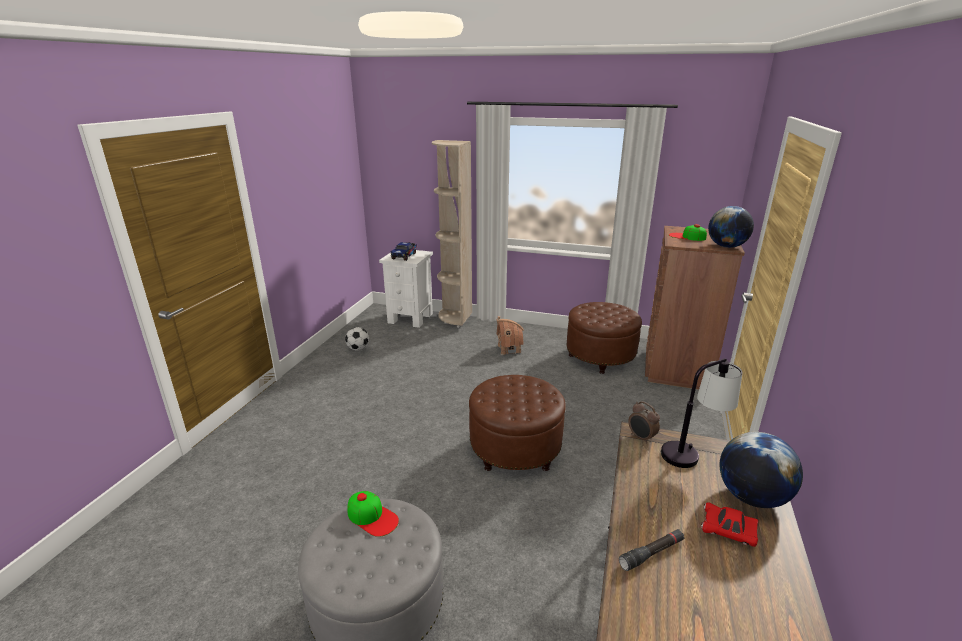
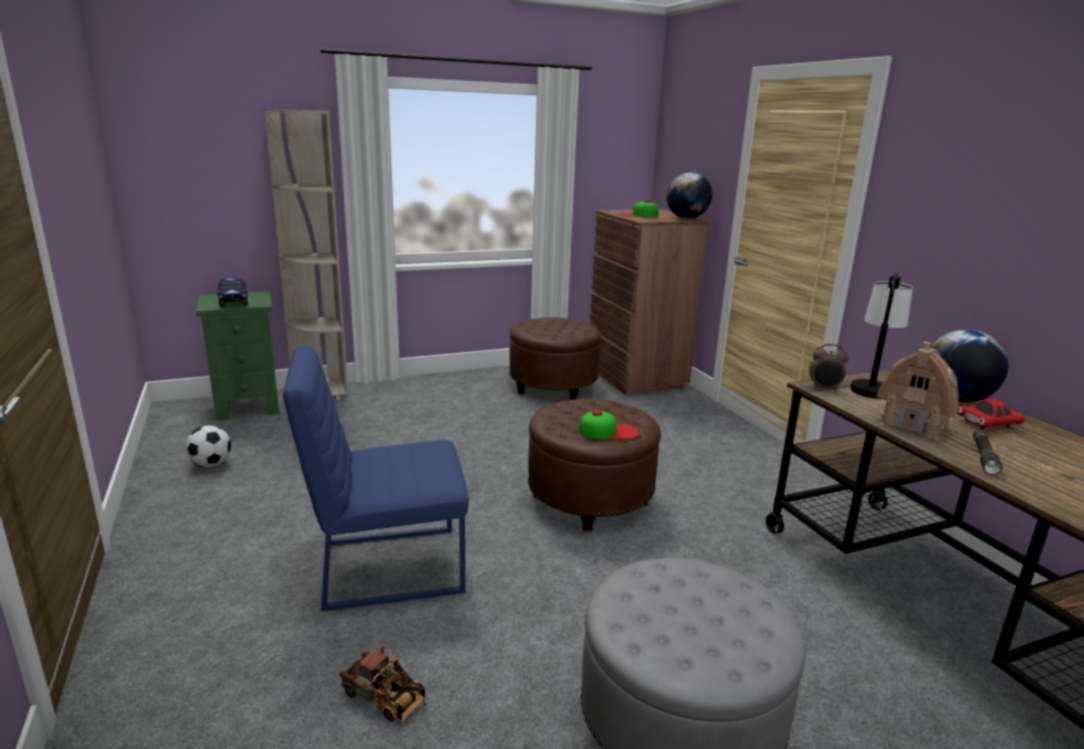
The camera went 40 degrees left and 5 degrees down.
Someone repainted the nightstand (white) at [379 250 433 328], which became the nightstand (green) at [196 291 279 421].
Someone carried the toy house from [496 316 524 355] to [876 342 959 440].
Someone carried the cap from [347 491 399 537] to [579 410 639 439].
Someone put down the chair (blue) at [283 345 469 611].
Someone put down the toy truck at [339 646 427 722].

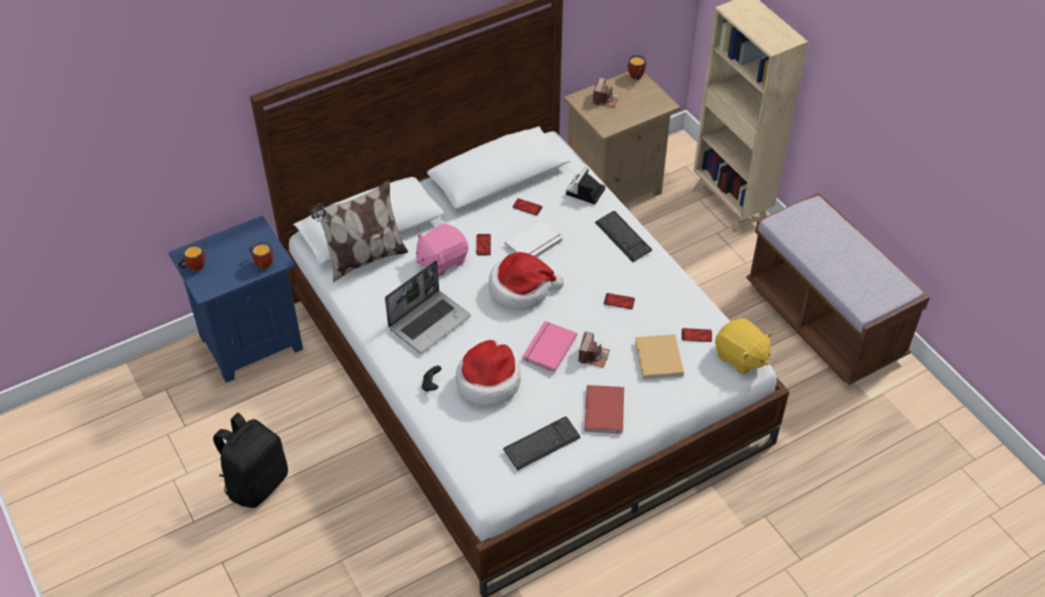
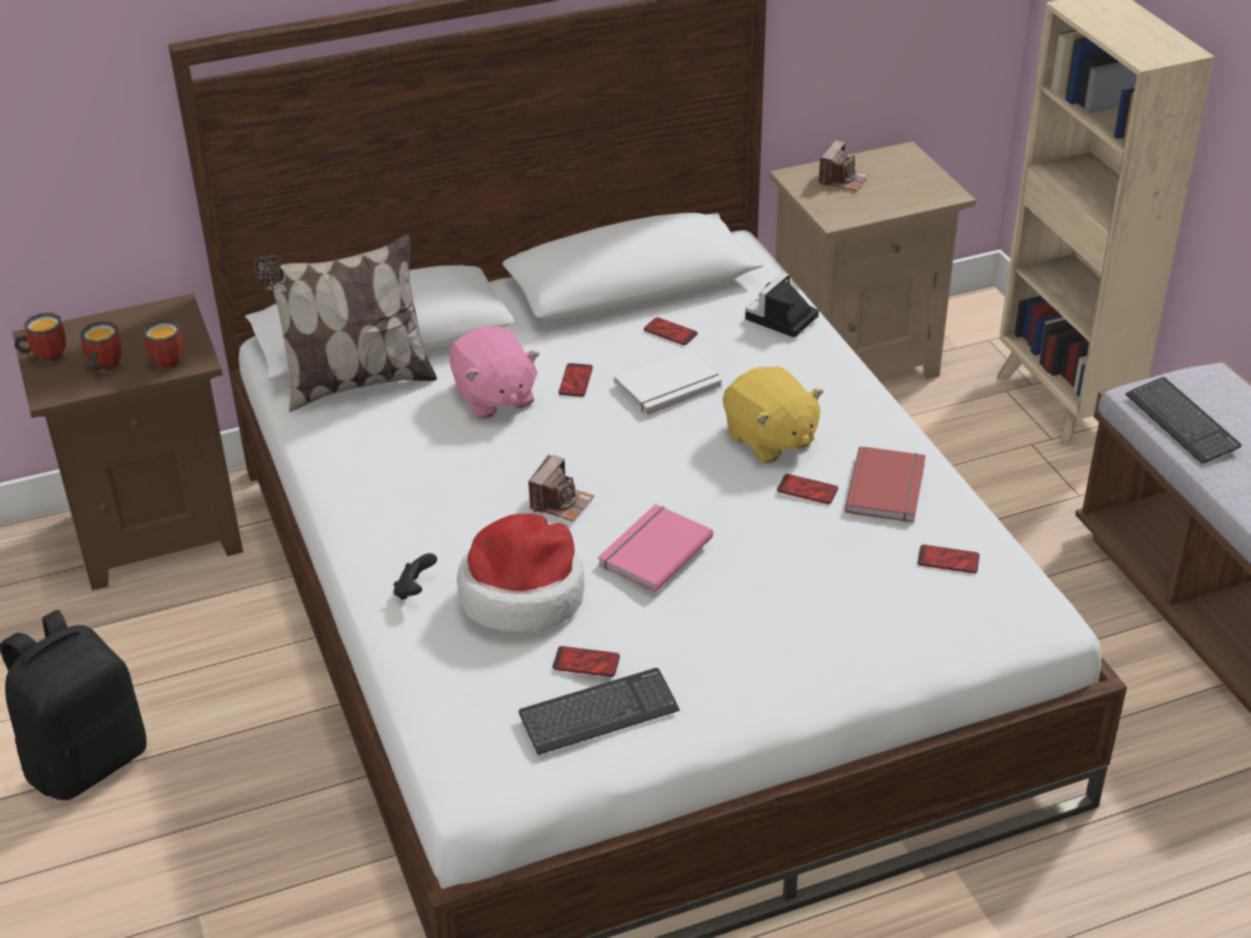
The camera went 10 degrees right and 10 degrees down.
Someone carried the mug from [628 55 646 80] to [80 321 122 373].
Someone carried the keyboard from [595 211 652 262] to [1126 377 1242 464].
Someone repainted the nightstand (blue) at [168 215 303 383], which became the nightstand (brown) at [12 293 243 590].
Someone rotated the plush toy (pink) at [416 224 468 276] by 90 degrees counterclockwise.
Someone took away the hat at [489 252 564 311].
Someone took away the laptop at [385 260 471 353].
Someone carried the plush toy (yellow) from [715 318 773 375] to [723 366 824 463].
Someone carried the photo camera from [579 332 610 368] to [528 454 594 522].
Someone took away the book (beige) at [635 334 684 379].
Someone carried the book (red) from [584 385 624 434] to [845 446 926 522].
Someone put down the phone at [553 646 620 677].

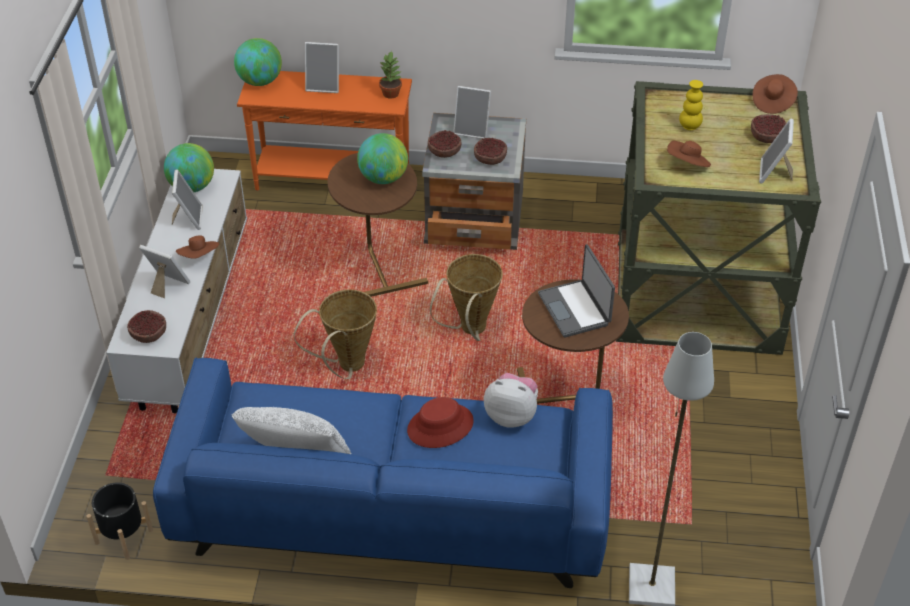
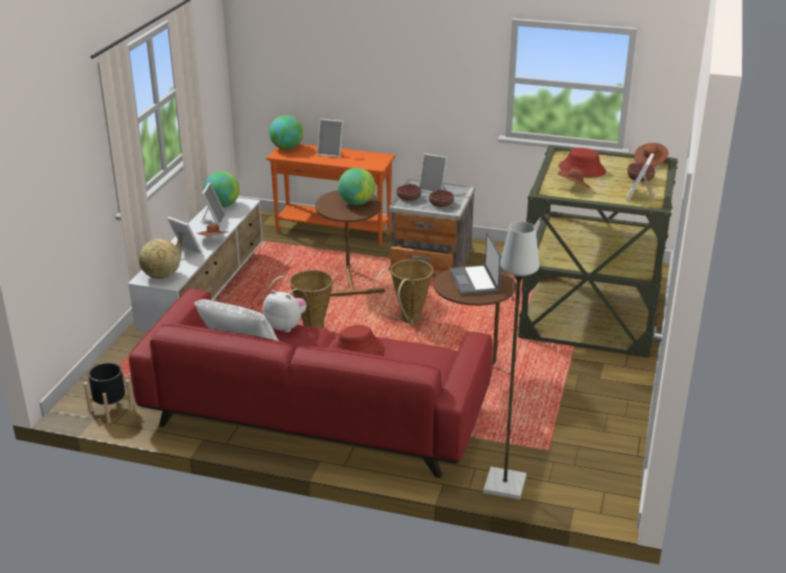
The camera went 10 degrees right and 15 degrees down.
Someone took away the potted plant at [379 51 402 99].
Someone swapped the vase (yellow) at [679 80 703 130] for the hat (red) at [558 148 606 177].
Someone swapped the bowl at [127 310 166 343] for the globe at [139 239 180 279].
Someone repainted the sofa (blue) at [153 358 613 588], which became the sofa (red) at [129 289 493 478].
Someone carried the plush toy from [484 373 538 428] to [263 290 307 332].

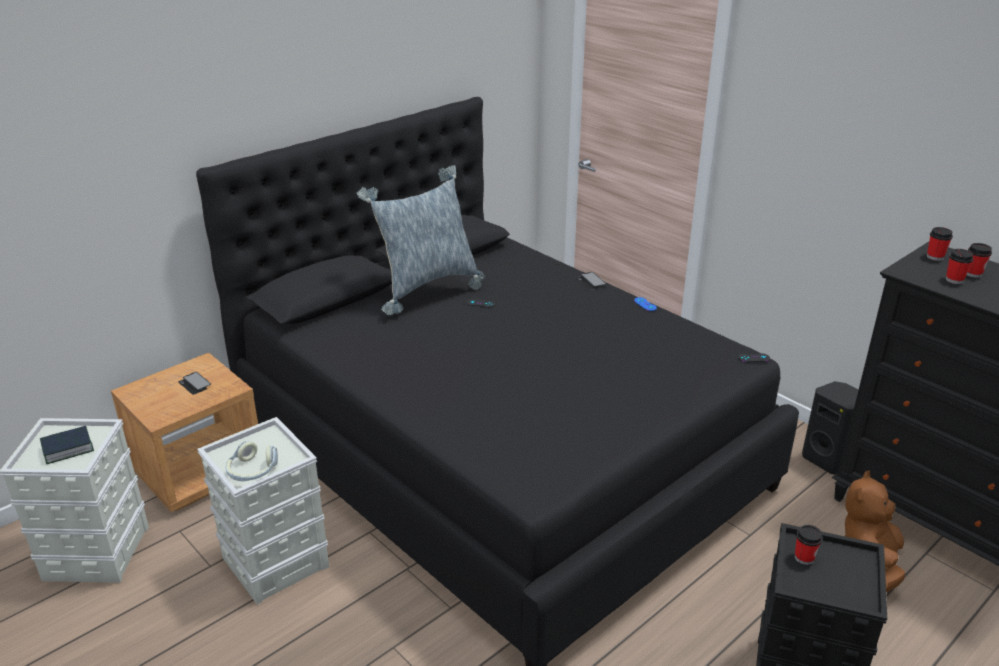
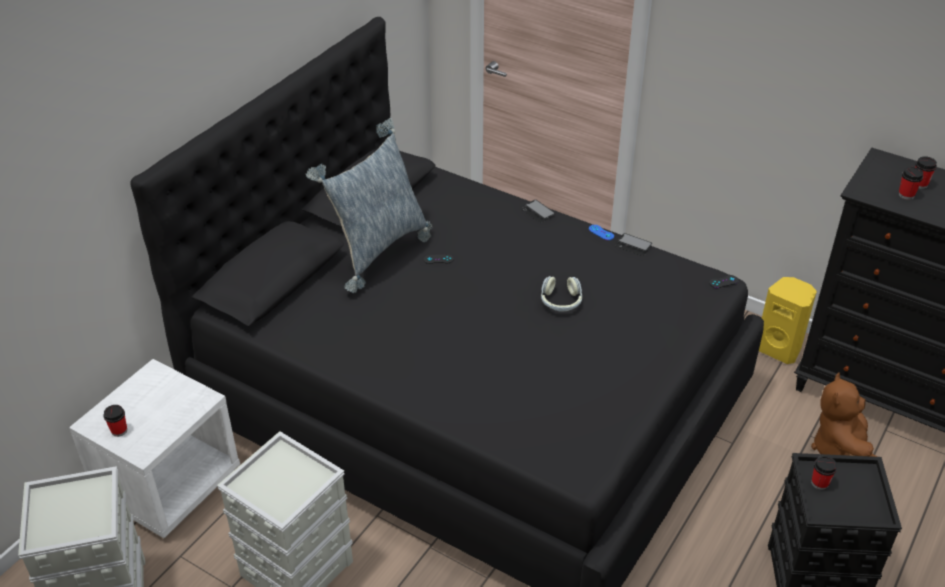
The camera went 15 degrees left and 10 degrees up.
Someone carried the cup from [927 227 953 261] to [104 405 127 437].
Someone repainted the nightstand (brown) at [111 353 258 512], which became the nightstand (white) at [69 359 240 538].
Someone carried the phone from [178 372 211 395] to [616 233 652 256].
Someone repainted the speaker (black) at [802 381 859 474], which became the speaker (yellow) at [759 277 817 364].
Someone took away the book at [40 426 94 464].
Someone carried the headphones from [225 441 278 481] to [541 276 582 312].

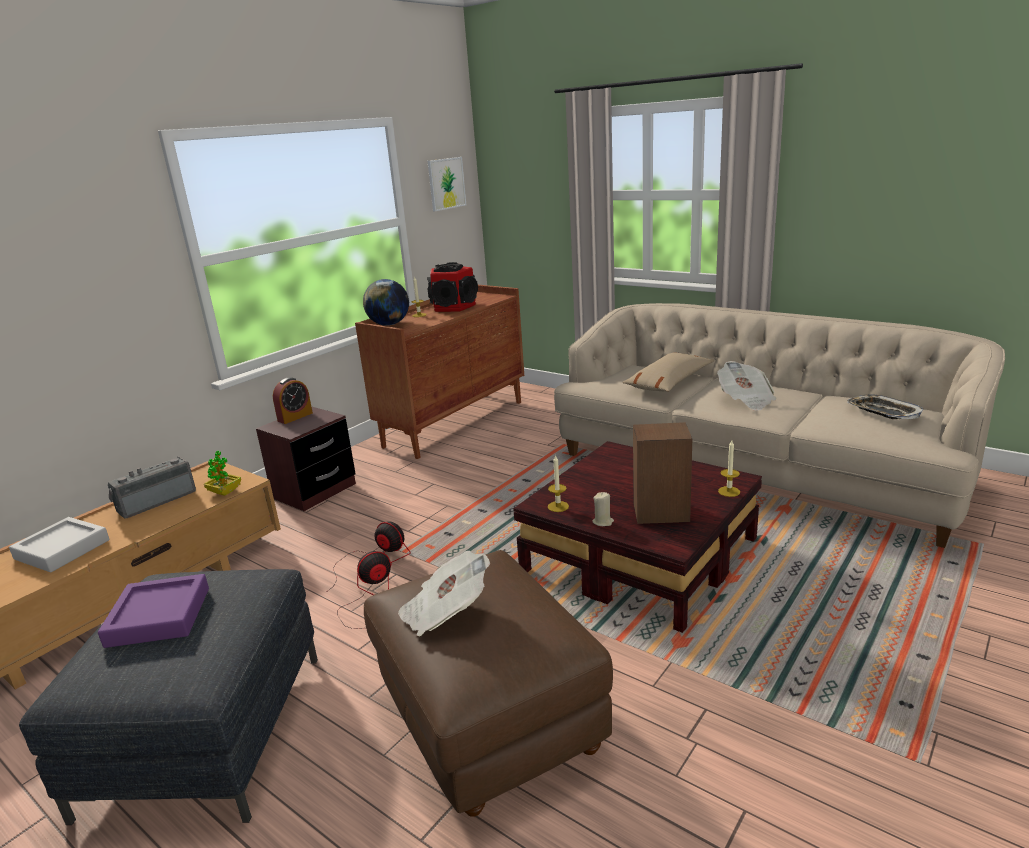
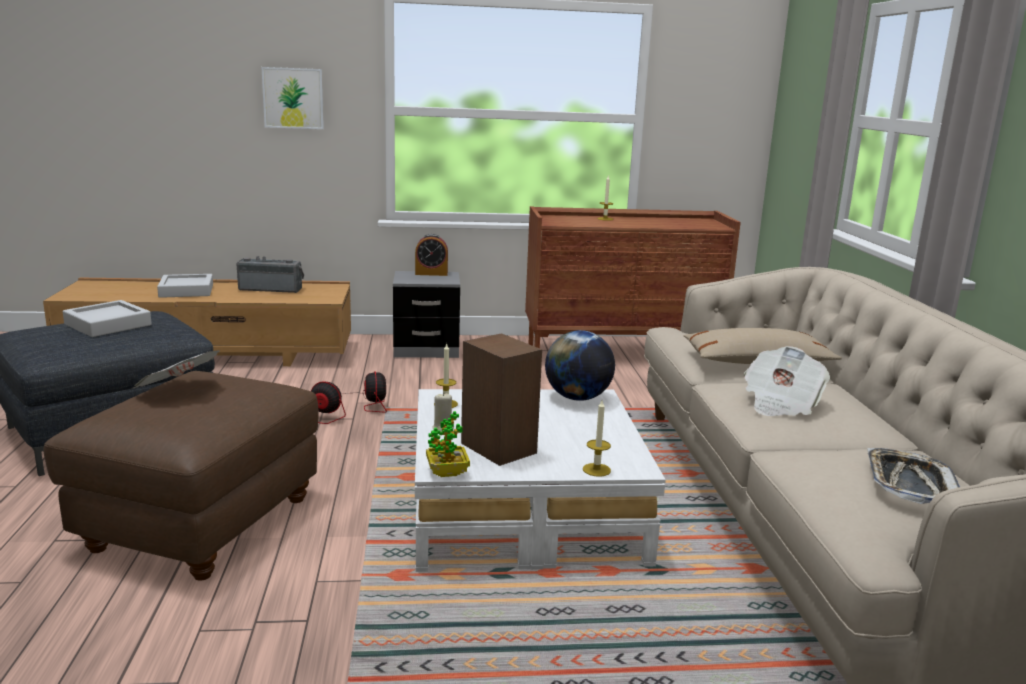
The camera went 45 degrees right and 5 degrees down.
Someone carried the picture from [428 157 466 211] to [261 67 324 129].
Someone took away the speaker at [427 262 478 312].
Someone carried the globe from [363 279 409 326] to [545 330 615 401].
Someone repainted the nightstand (brown) at [256 406 356 511], which became the nightstand (grey) at [393 271 460 358].
Someone repainted the coffee table (brown) at [513 441 762 633], which became the coffee table (white) at [415 389 666 572].
Someone carried the potted plant from [204 451 241 496] to [426 411 470 477].
Someone repainted the tray (purple) at [98 574 209 648], which became the tray (grey) at [63 300 152 337].

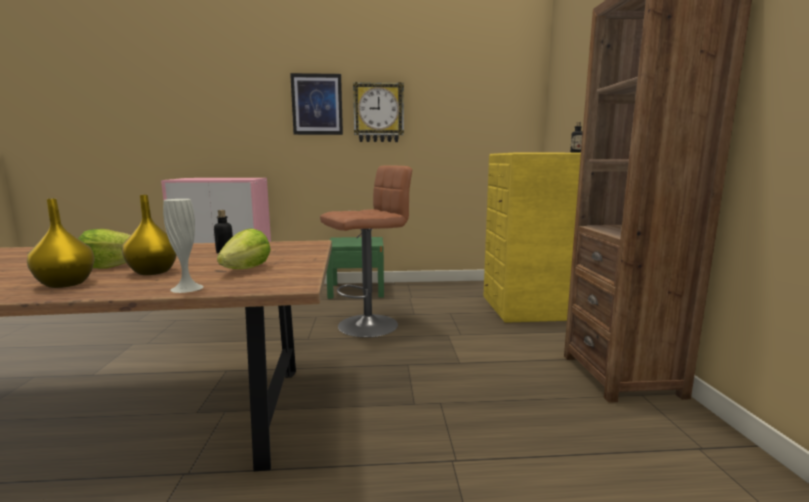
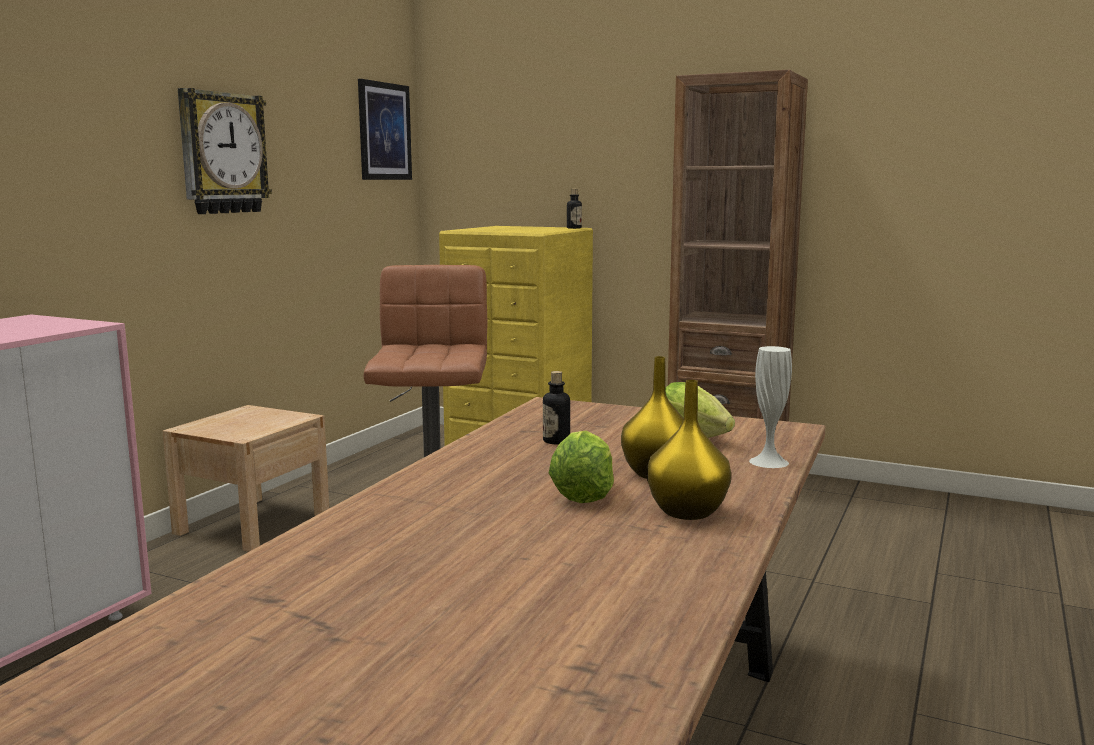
The camera went 60 degrees left and 0 degrees up.
Someone carried the picture from [290 73 343 135] to [358 79 412 180].
Someone repainted the nightstand (green) at [326 237 384 299], which became the nightstand (beige) at [162 405 329 552].

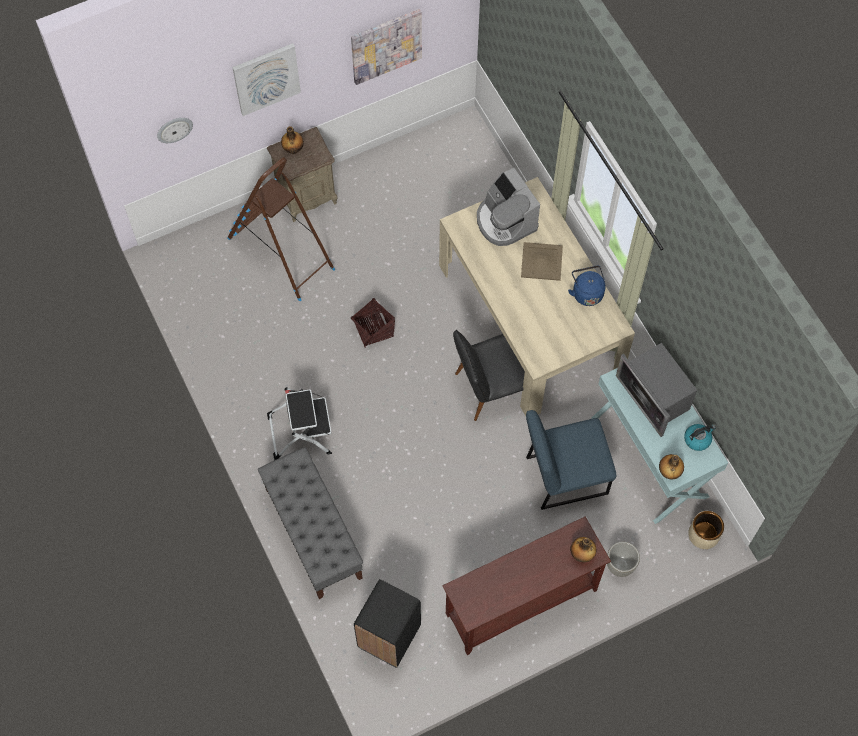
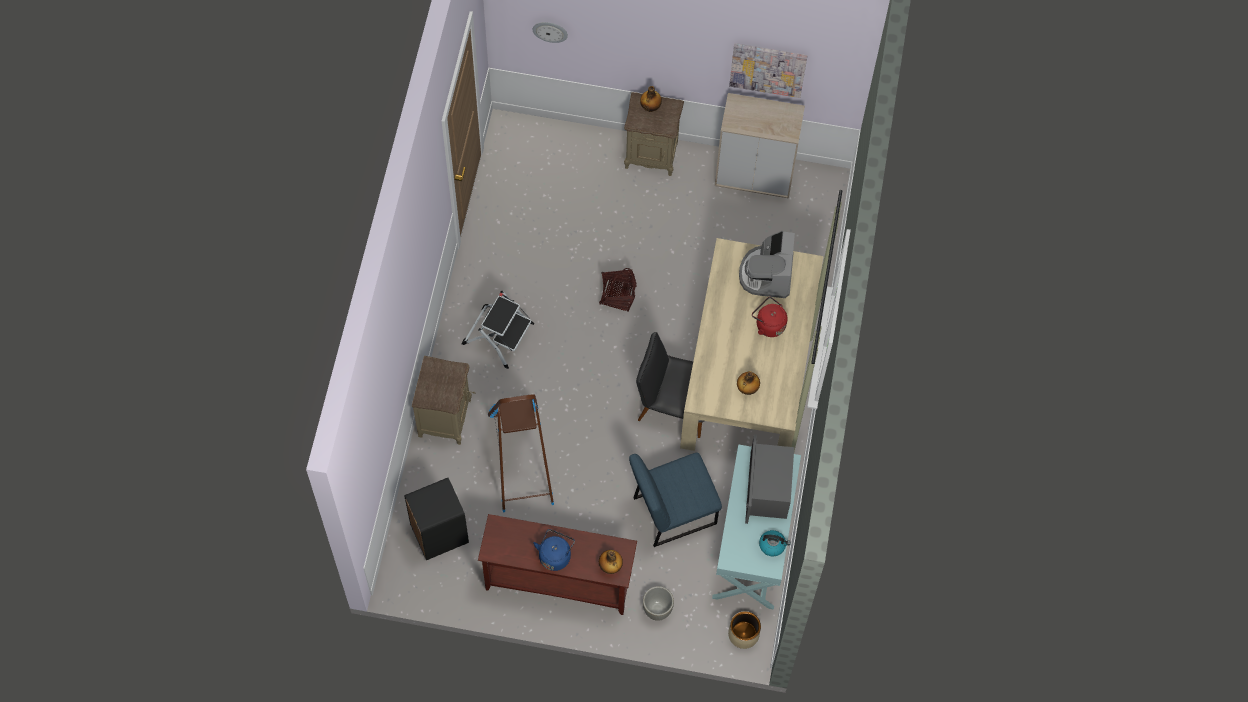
The camera went 35 degrees right and 0 degrees up.
Someone took away the picture at [232 43 301 116].
Someone carried the step ladder (brown) from [227 157 335 301] to [488 394 554 512].
Someone swapped the tray (beige) at [521 242 563 281] for the kettle (red) at [752 297 788 337].
Someone carried the kettle (blue) from [568 266 605 306] to [533 529 575 571].
Someone rotated the chair (blue) at [526 410 616 510] by 45 degrees counterclockwise.
Someone swapped the bench (grey) at [258 447 363 599] for the nightstand (beige) at [412 356 476 445].
Someone carried the bottle from [659 454 684 480] to [737 371 760 395].
Someone put down the cabinet (beige) at [715 93 805 198].

